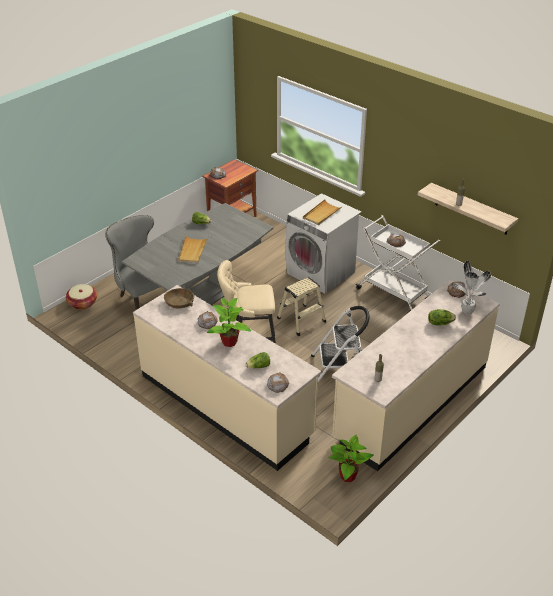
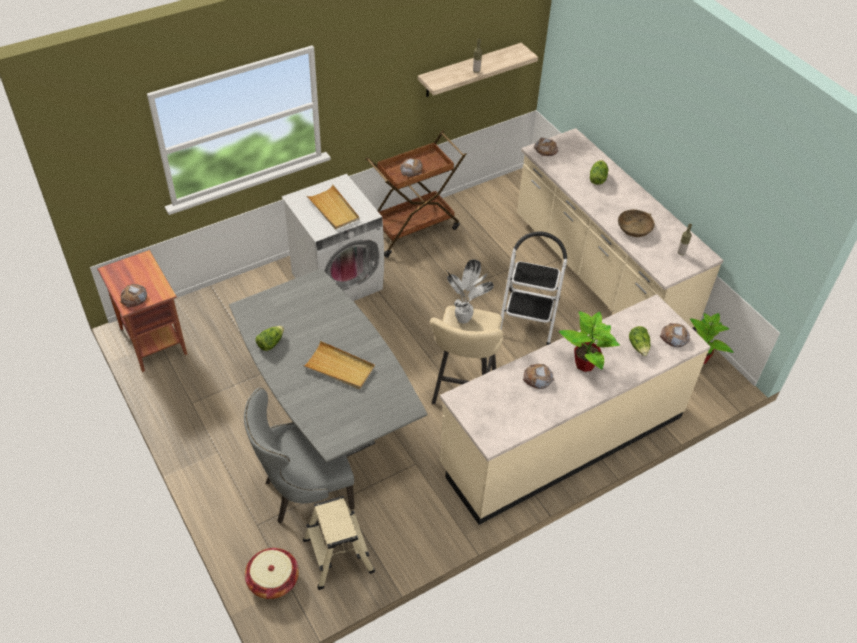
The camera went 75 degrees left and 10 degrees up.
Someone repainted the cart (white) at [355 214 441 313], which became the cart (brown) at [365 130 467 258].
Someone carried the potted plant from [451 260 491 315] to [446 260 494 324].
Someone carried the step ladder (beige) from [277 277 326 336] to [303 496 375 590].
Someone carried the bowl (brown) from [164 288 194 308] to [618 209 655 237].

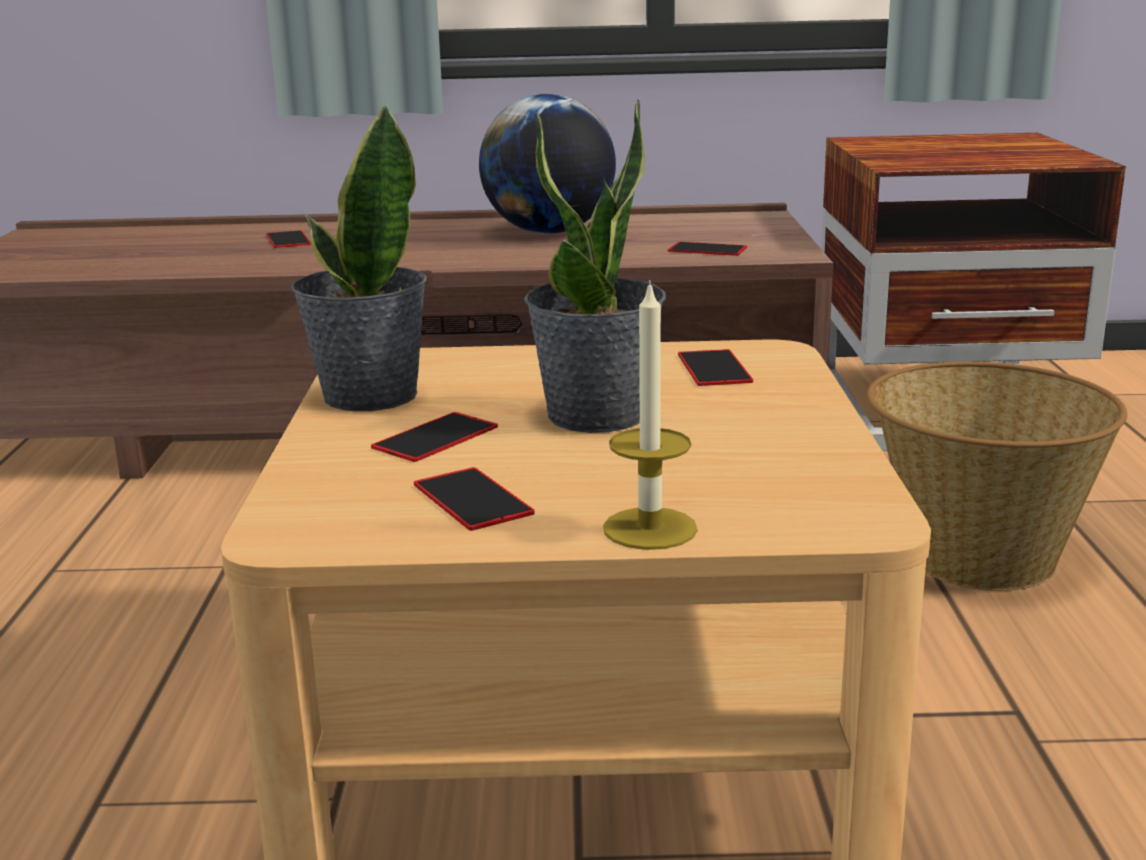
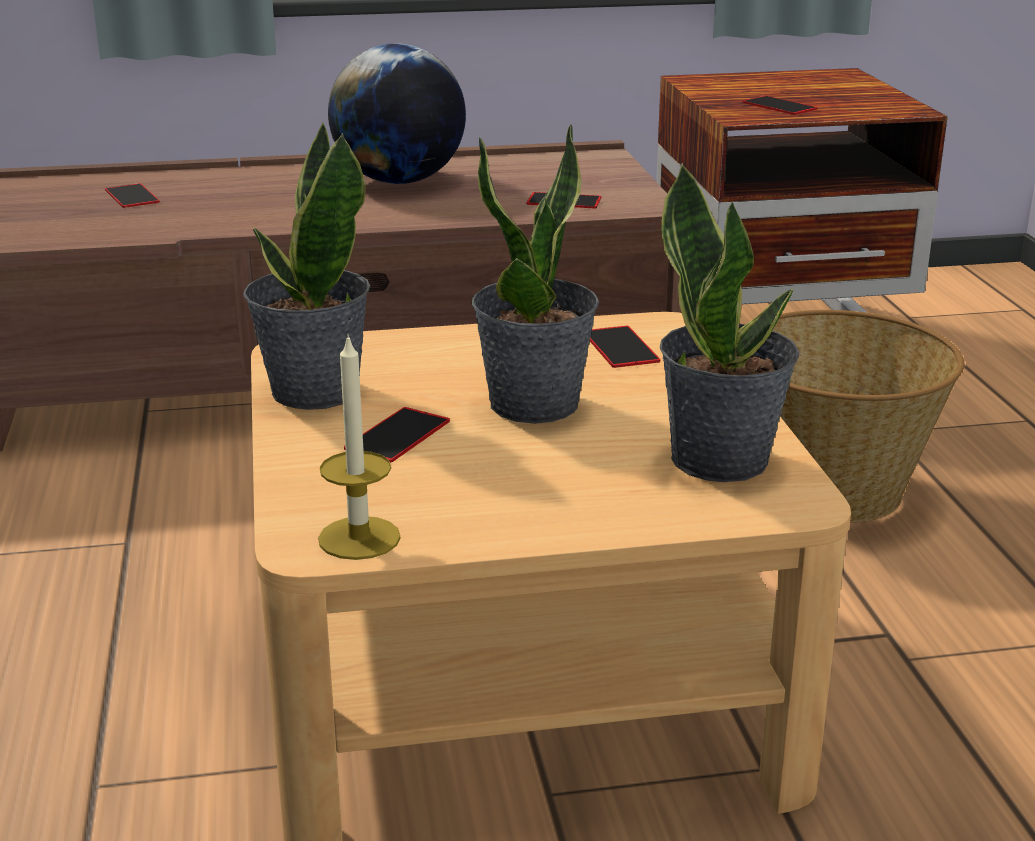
The camera went 10 degrees left and 5 degrees up.
Someone carried the candle from [603 280 698 550] to [318 333 401 560].
Someone carried the phone from [414 467 535 531] to [742 96 818 115].
Someone put down the potted plant at [660 163 799 482].

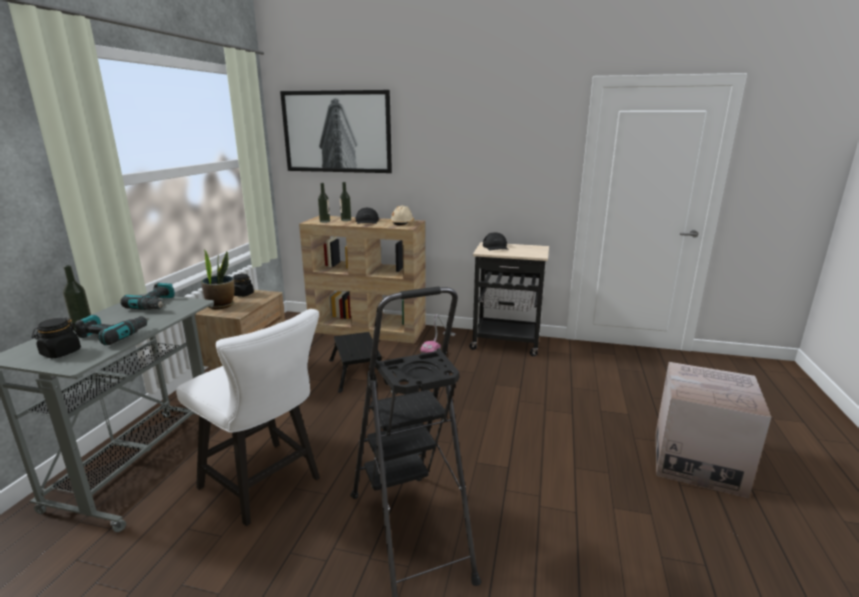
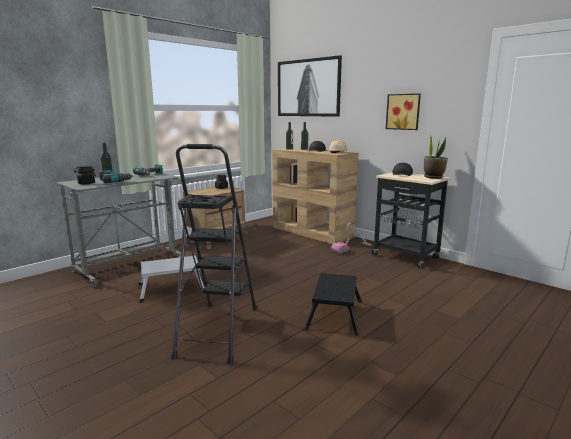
The camera went 30 degrees right and 5 degrees down.
Someone carried the potted plant from [201 249 235 309] to [424 135 448 179].
Someone swapped the chair (white) at [176 309 320 526] for the step ladder (white) at [138 255 204 303].
Someone carried the step ladder (black) from [329 332 388 393] to [304 273 362 336].
Someone took away the cardboard box at [656 362 771 498].
Someone put up the picture at [386 93 421 130].

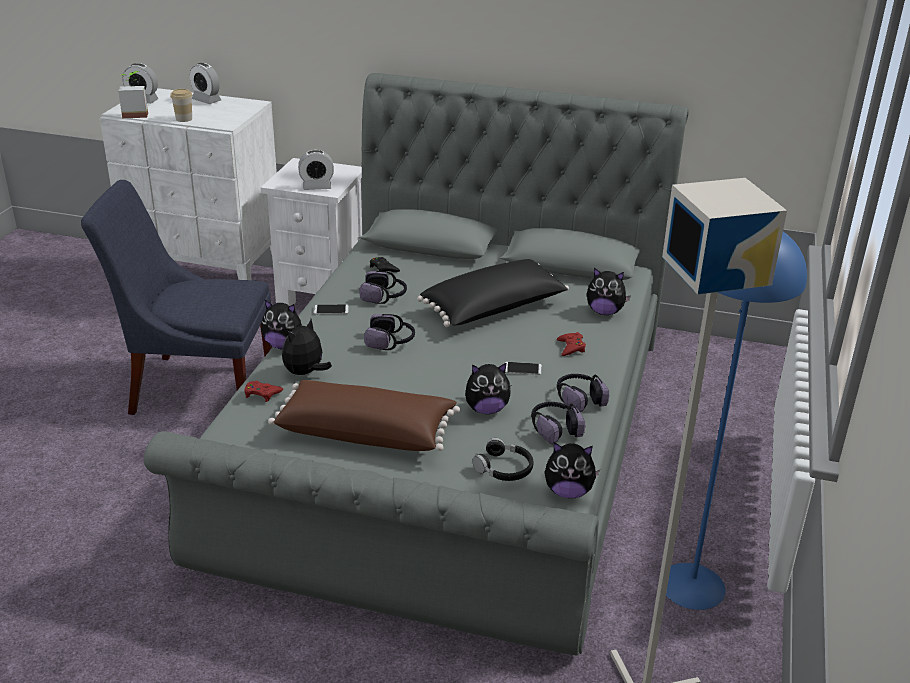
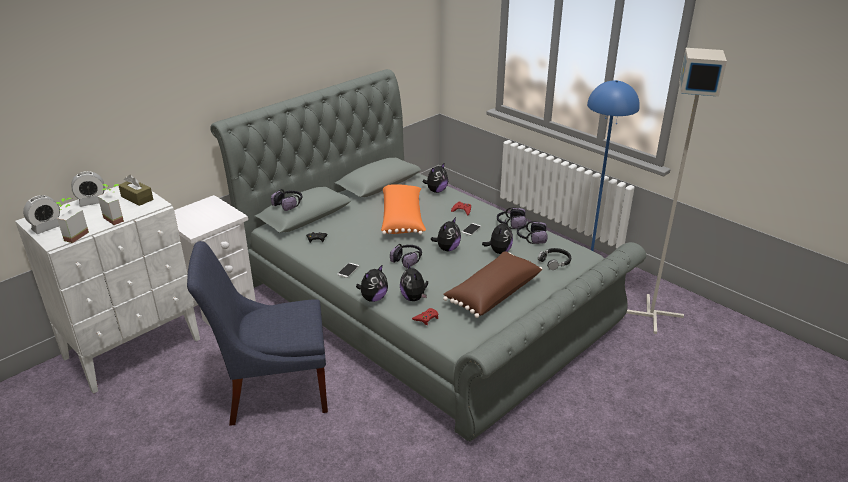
The camera went 60 degrees left and 0 degrees up.
Someone swapped the cup at [170 89 192 122] for the potted plant at [98 184 124 225].
Someone took away the alarm clock at [298 150 334 190].
Someone rotated the chair (blue) at [81 180 272 415] by 45 degrees clockwise.
Someone repainted the pillow (black) at [417 259 569 327], which became the pillow (orange) at [381 184 426 235].
Someone carried the headphones from [359 271 407 304] to [271 189 302 211].
Someone carried the plush toy from [545 442 600 498] to [430 217 461 251].
Someone put down the tissue box (brown) at [118 175 153 206].

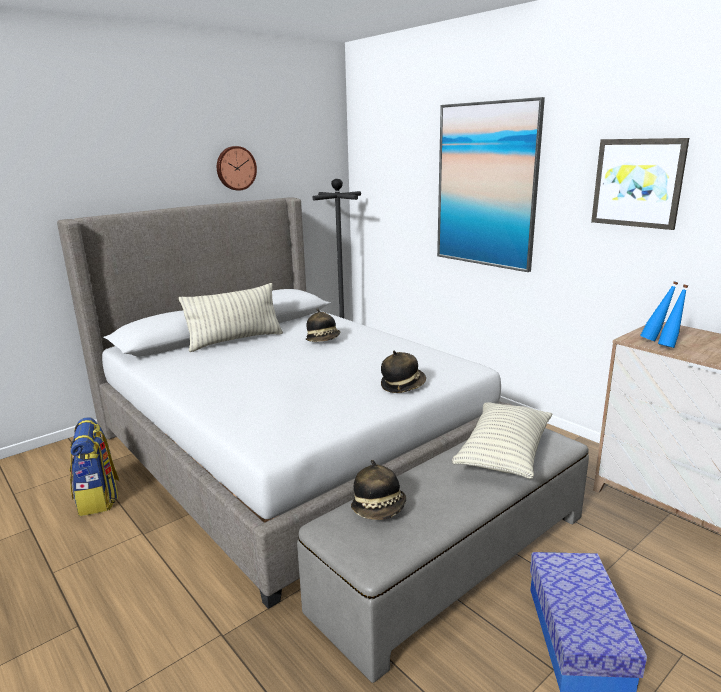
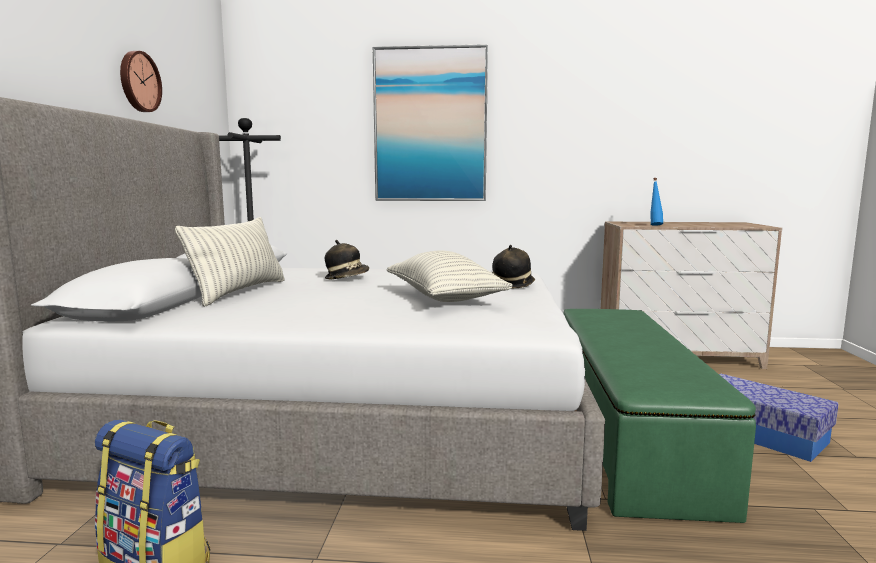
The camera went 45 degrees left and 10 degrees down.
Someone took away the picture at [591 138 689 230].
Someone took away the bottle (blue) at [640 281 678 341].
Someone carried the pillow from [452 403 552 479] to [387 250 513 302].
Someone repainted the bench (grey) at [297 428 589 683], which became the bench (green) at [564 309 756 523].
Someone took away the hat at [351 460 406 520].

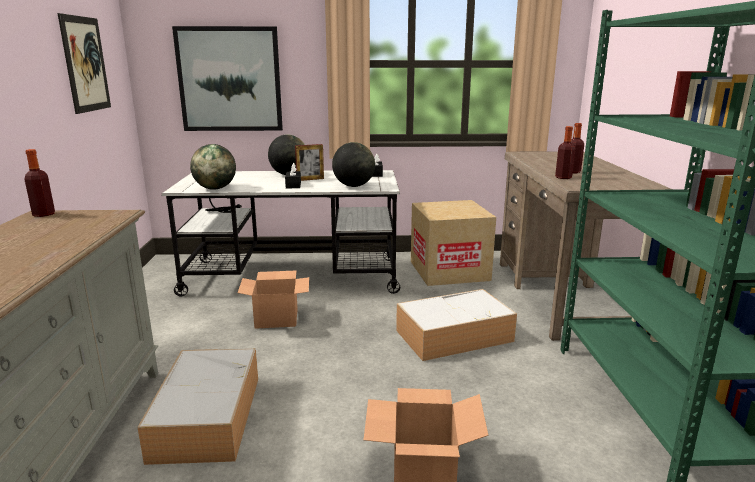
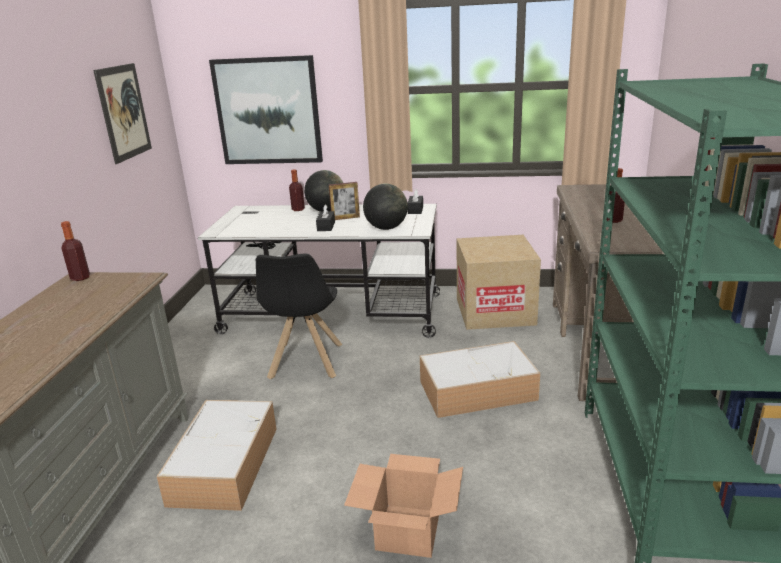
The camera went 10 degrees right and 5 degrees up.
Someone carried the bottle from [555 126 575 179] to [289 169 305 211].
Someone took away the globe at [190 144 236 190].
Someone swapped the cardboard box at [238 271 309 329] for the chair (black) at [256 254 343 379].

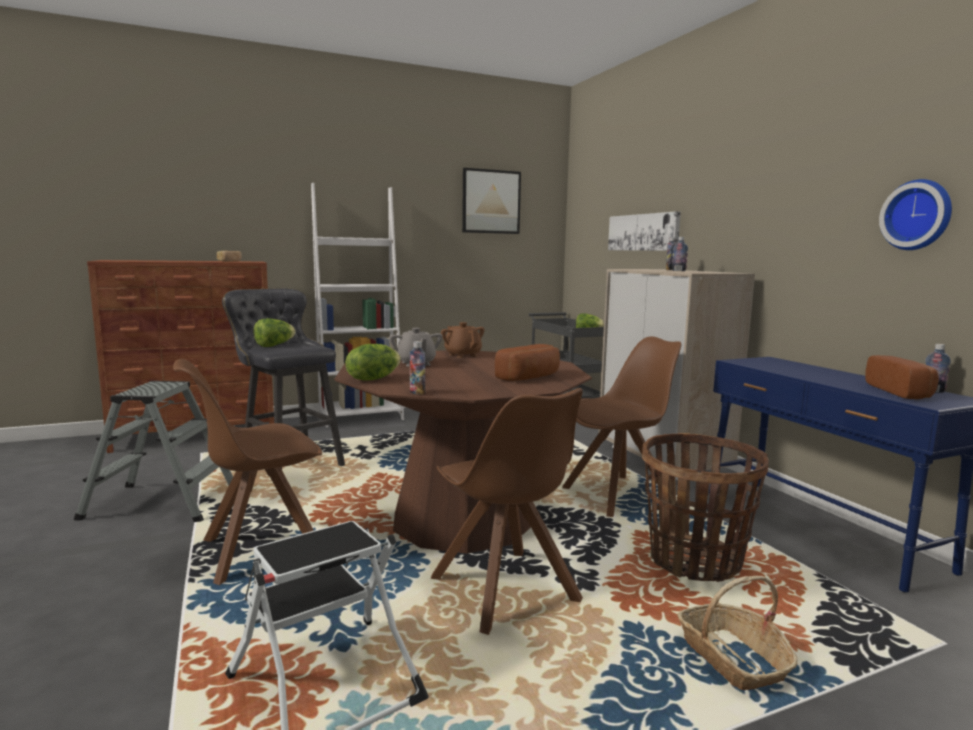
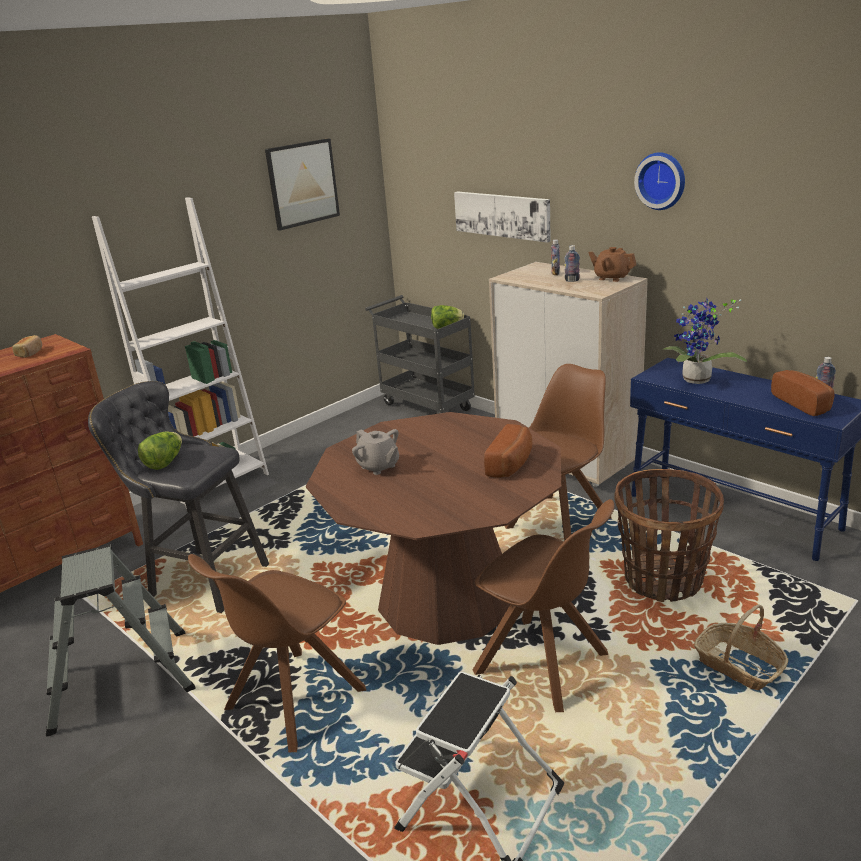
The camera went 20 degrees left and 15 degrees up.
Someone carried the wall clock from [879 179 952 250] to [634 152 685 210].
Someone carried the teapot (brown) from [441 322 484 358] to [588 247 636 282].
Someone took away the bottle at [410 341 425 395].
Someone took away the lettuce at [345 344 401 381].
Someone put down the potted plant at [663 298 747 384].

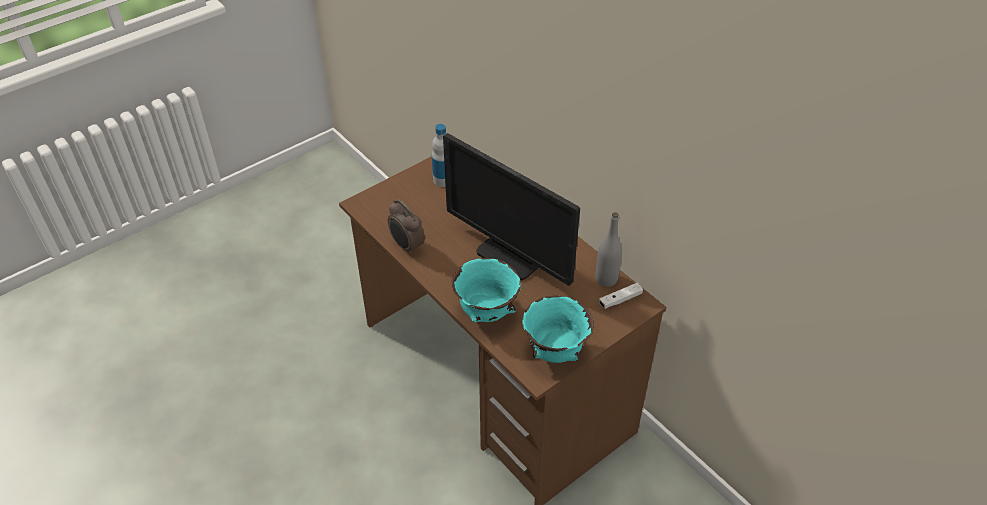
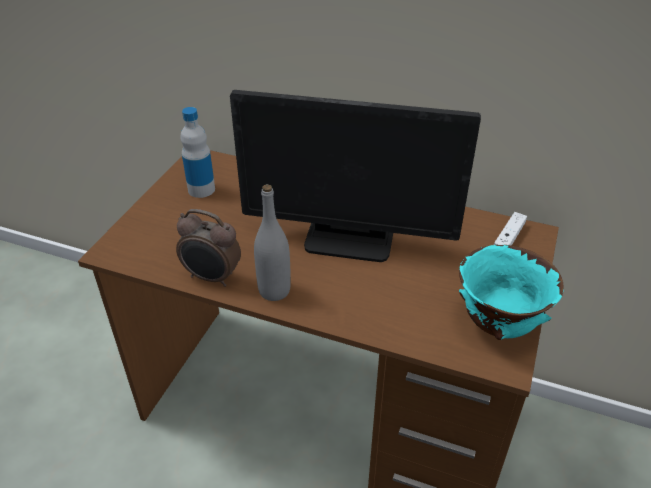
The camera went 30 degrees left and 5 degrees down.
Someone carried the bottle (grey) from [596 212 622 287] to [254 184 291 301].
Someone took away the bowl (turquoise) at [452 258 521 322].

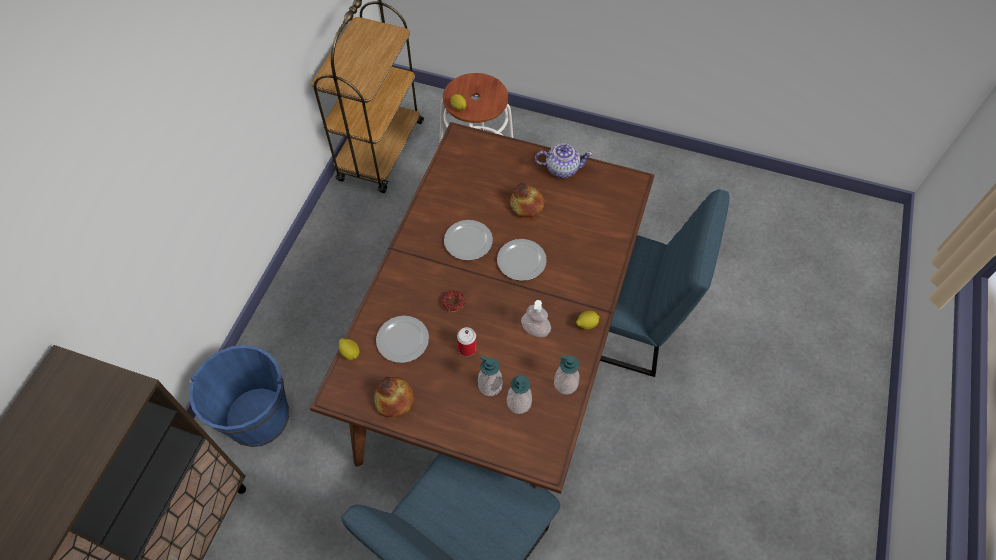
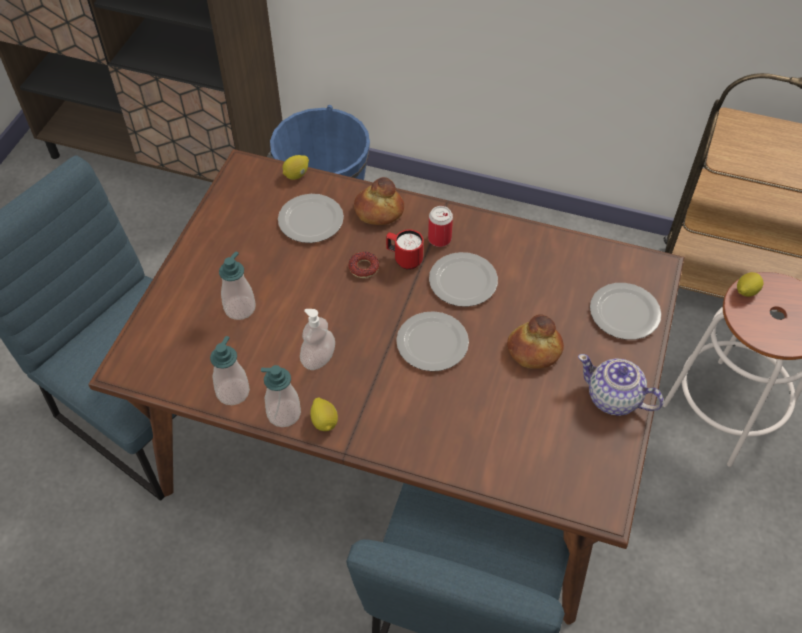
The camera went 90 degrees right and 5 degrees down.
Someone rotated the teapot at [535 144 593 178] by 120 degrees clockwise.
Someone carried the can from [457 327 477 356] to [428 206 453 247].
Someone carried the soap dispenser from [507 375 532 414] to [261 365 301 427].
Someone carried the bread from [374 377 414 417] to [354 177 404 225].
Someone put down the mug (red) at [386 229 424 270].
Someone put down the plate at [590 283 661 340].

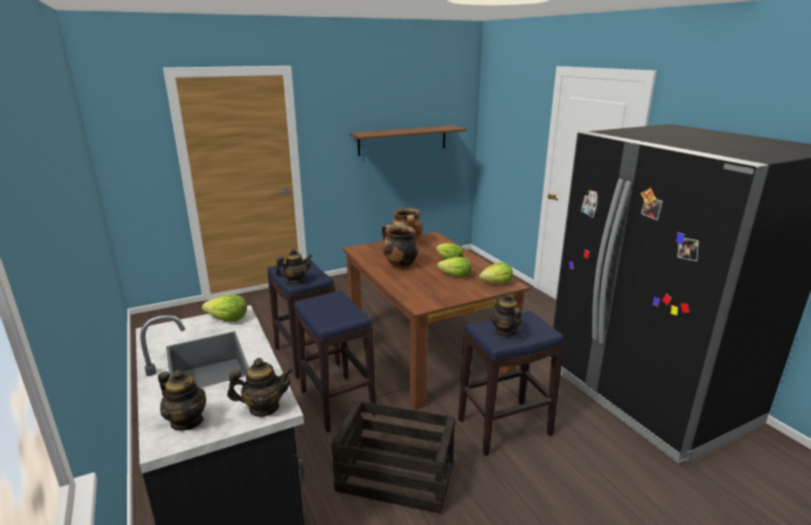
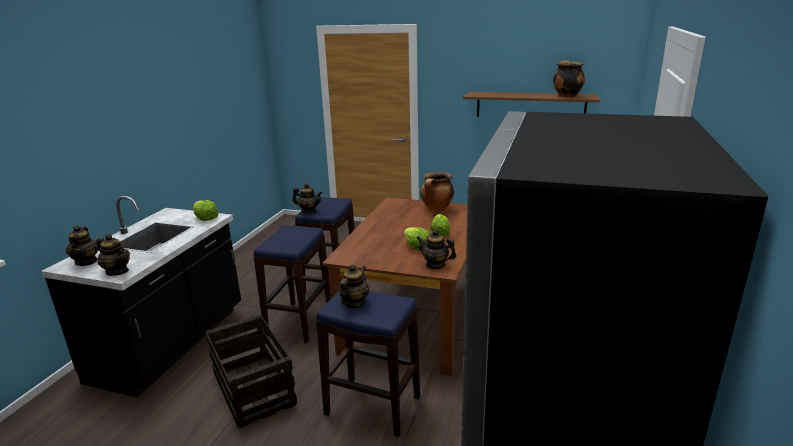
The camera went 45 degrees right and 0 degrees up.
Someone carried the cooking pot from [382 225 419 269] to [553 60 585 98].
Someone swapped the lettuce at [479 263 513 284] for the teapot at [417 230 456 270].

